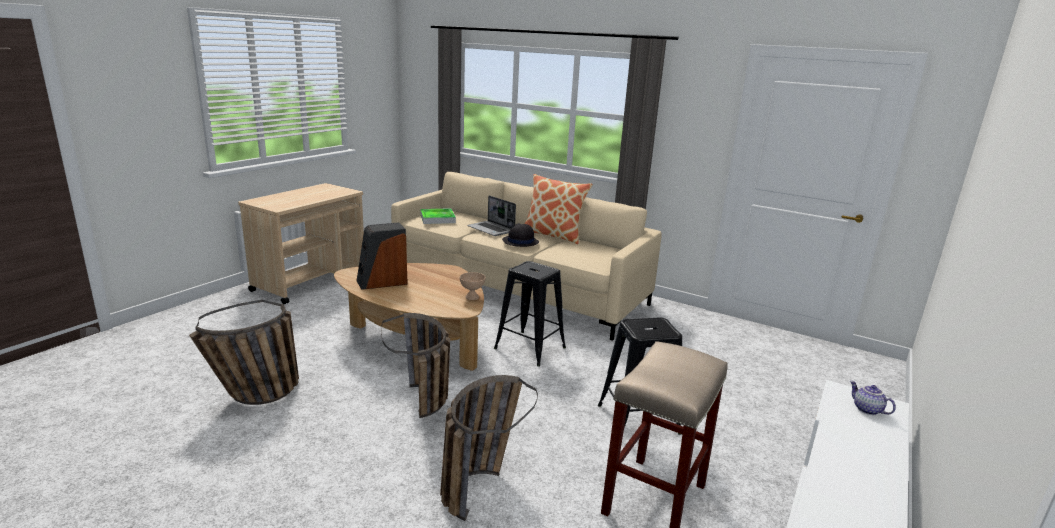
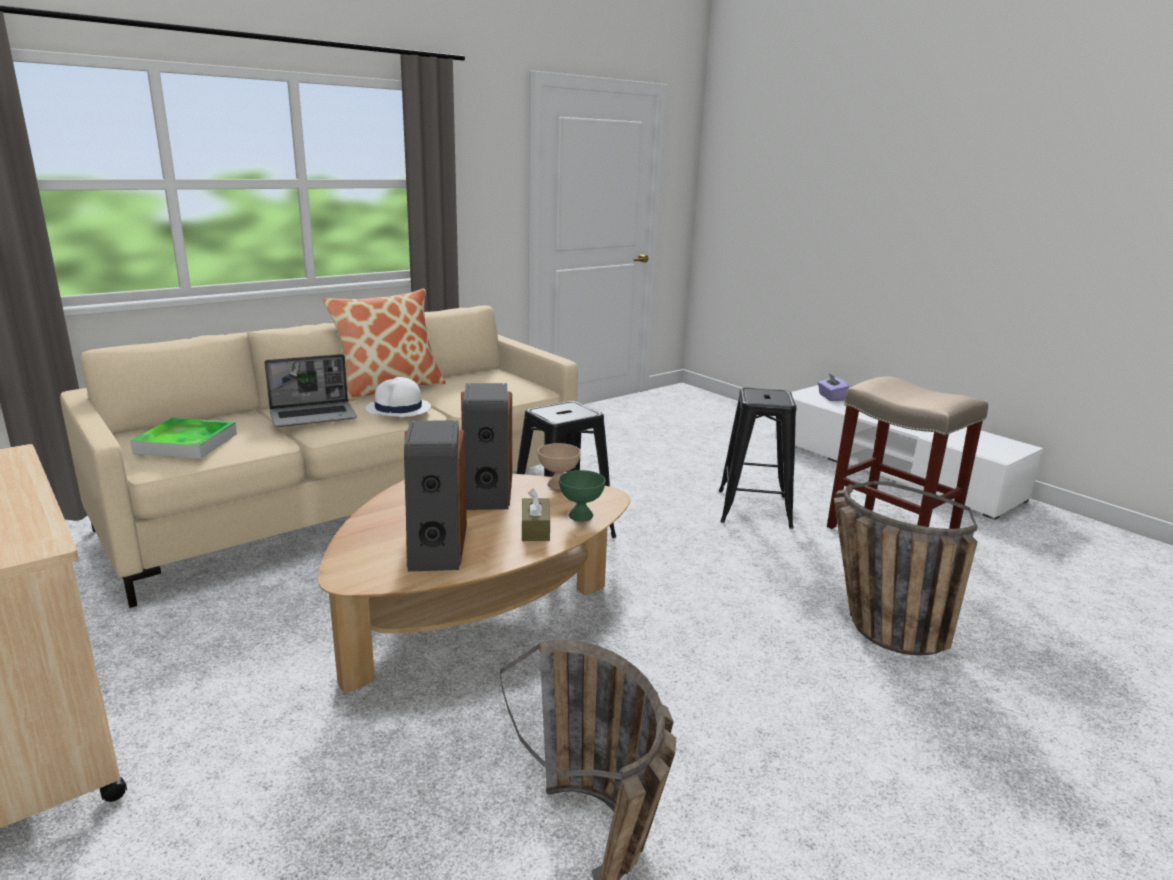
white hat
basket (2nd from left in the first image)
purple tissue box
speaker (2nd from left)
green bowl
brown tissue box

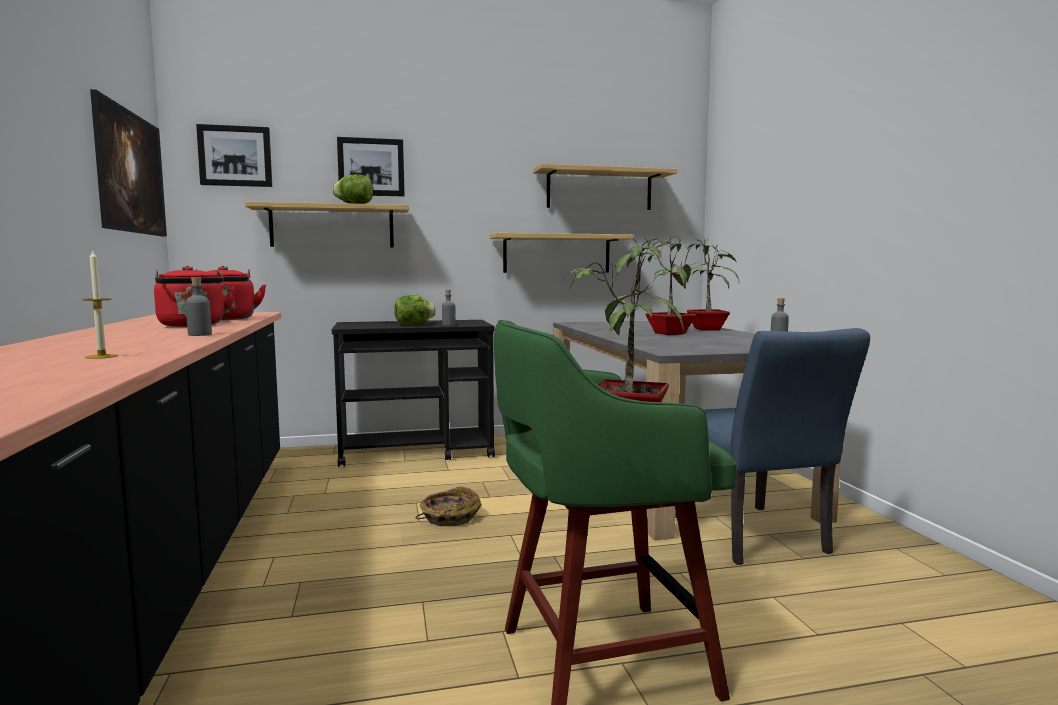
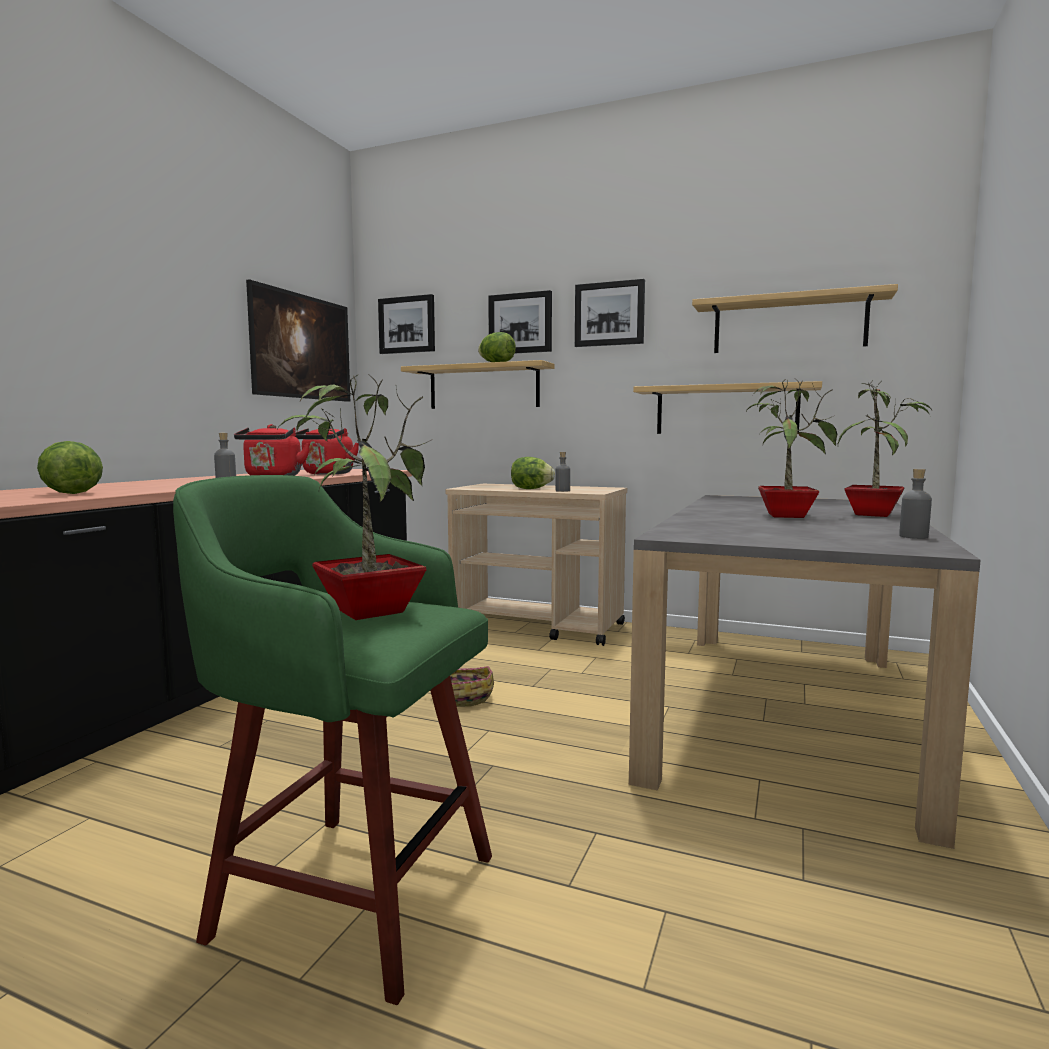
lettuce (1st from left)
beige cart
blue chair
picture (4th from left)

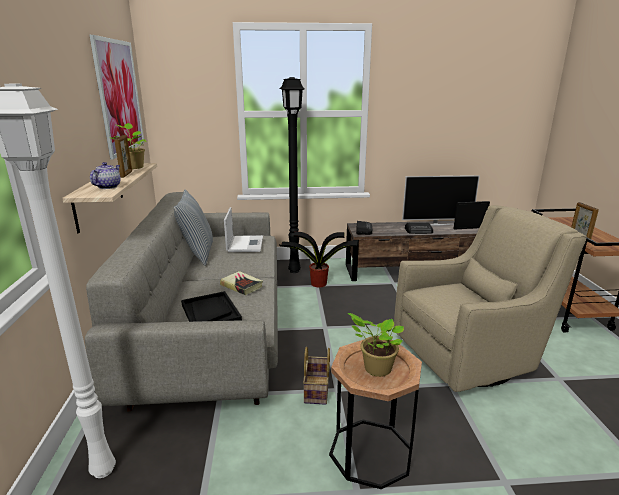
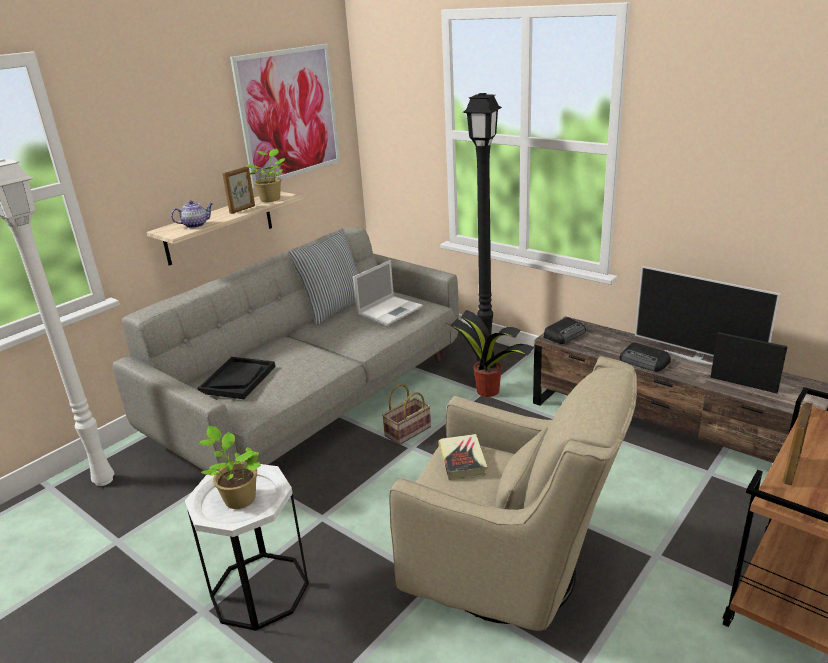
book
white side table
basket

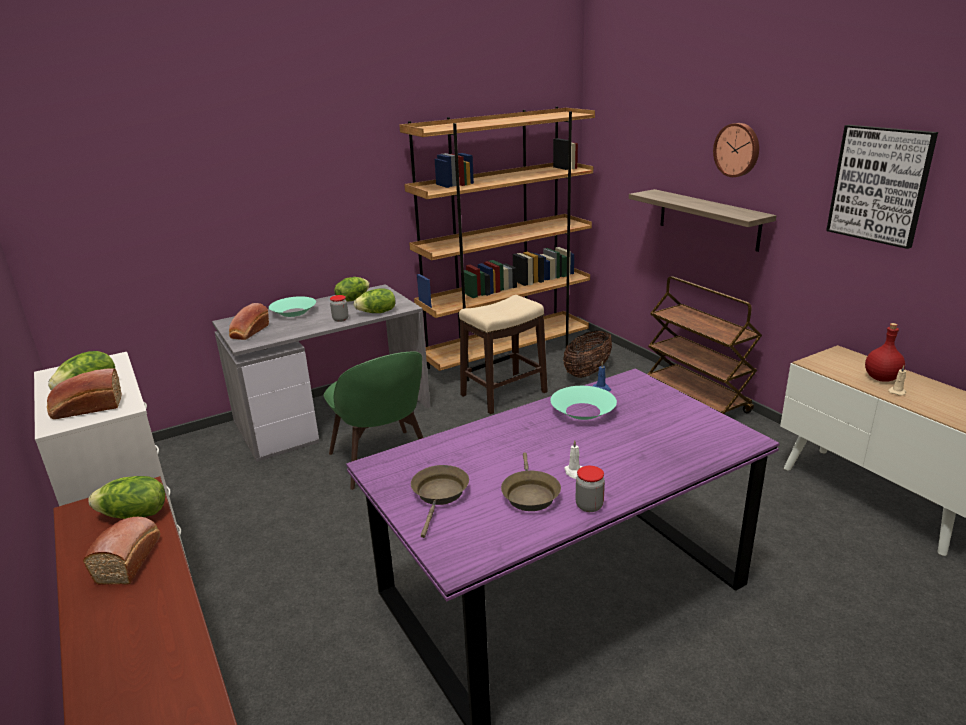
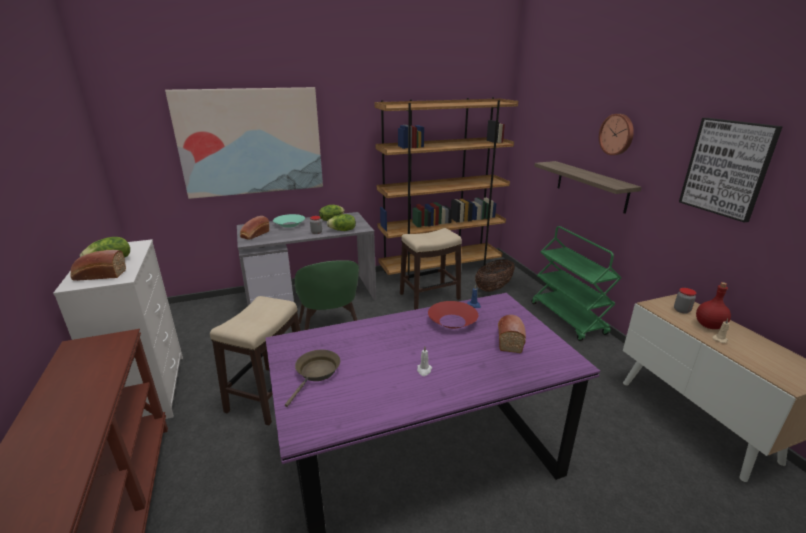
green cart
red bowl
brown frying pan (2nd from left in the first image)
jar (2nd from left)
lettuce (2nd from left in the first image)
bread (3rd from left)
picture (1st from left)
stool (1st from left)

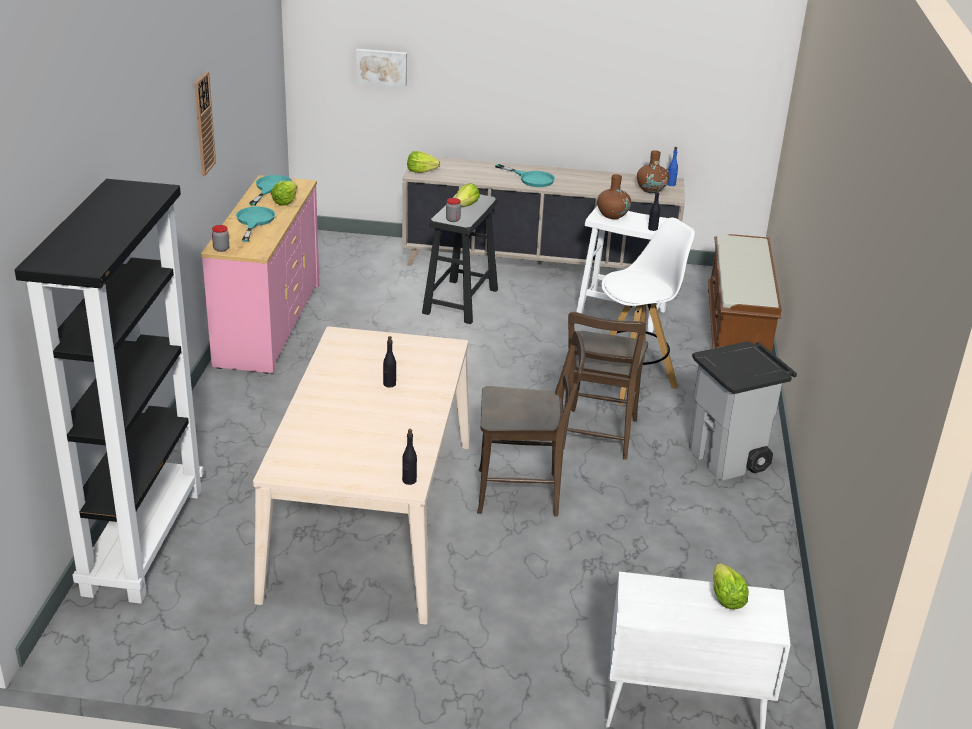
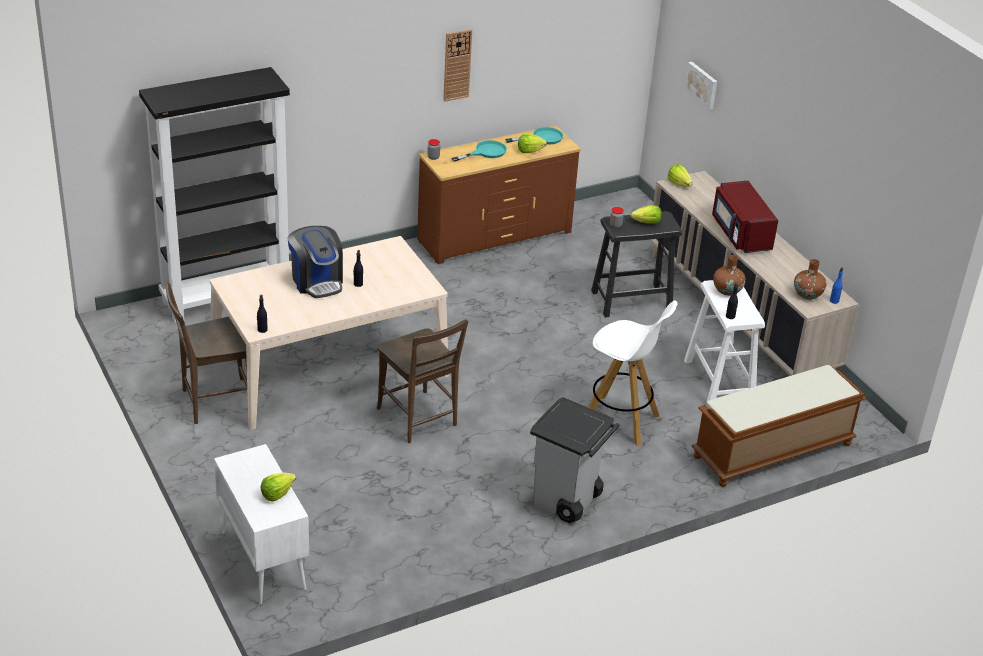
red microwave
brown dresser
brown chair (1st from left)
coffee machine

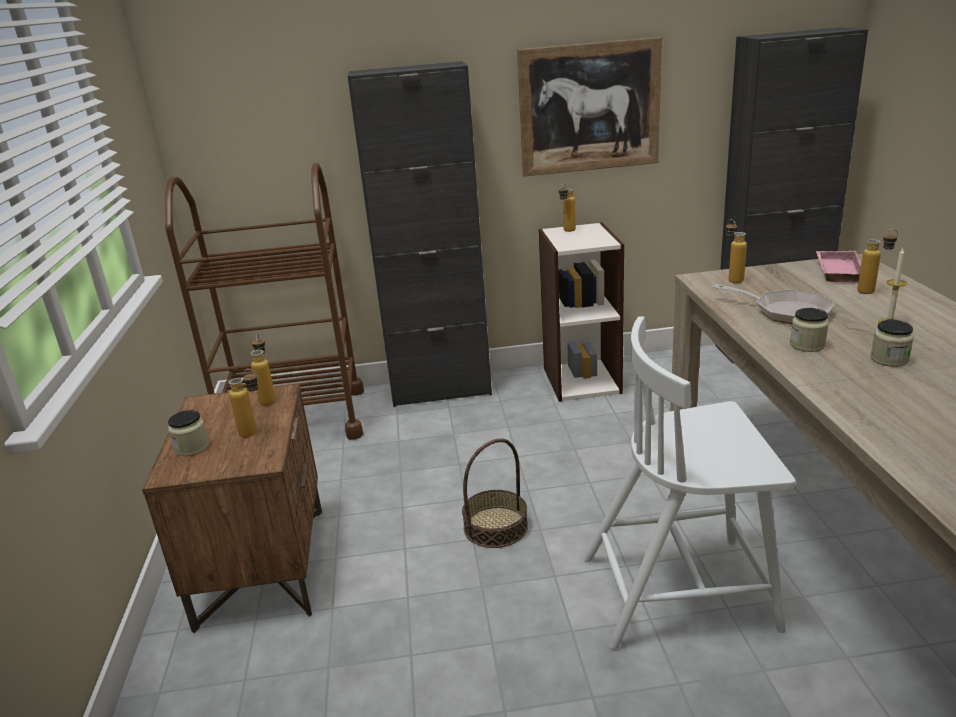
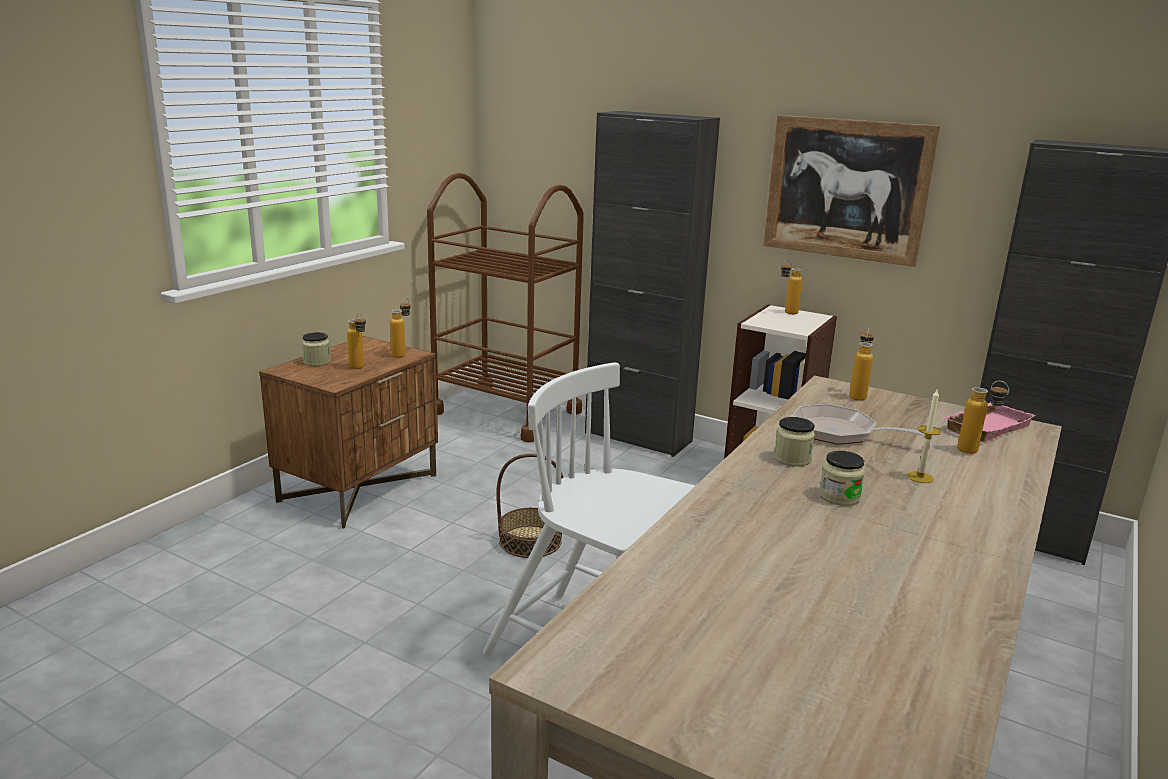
frying pan

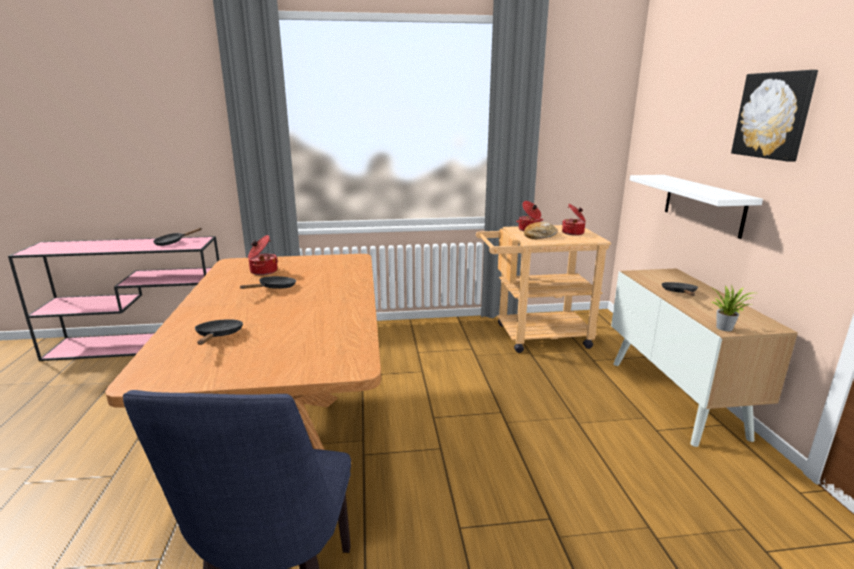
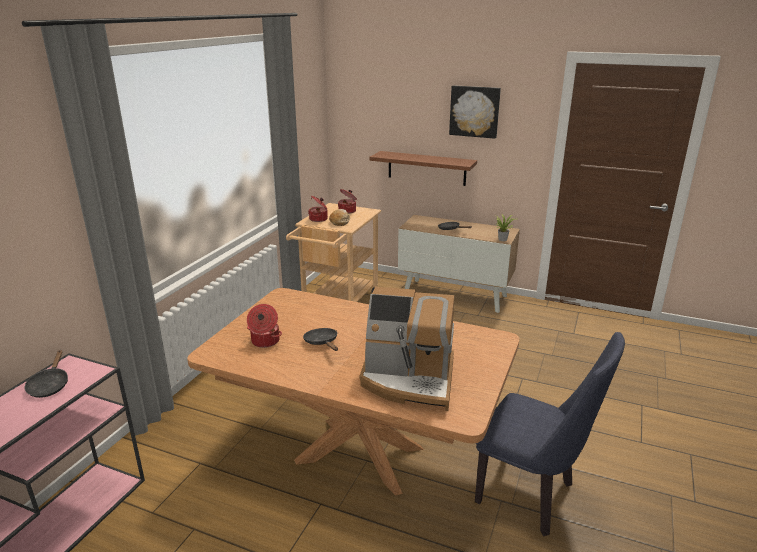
brown shelf
coffee machine

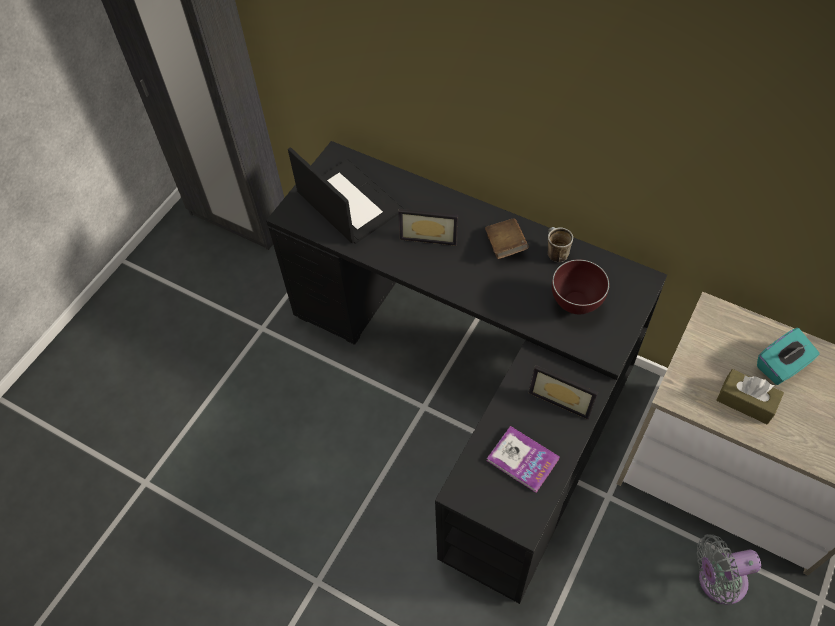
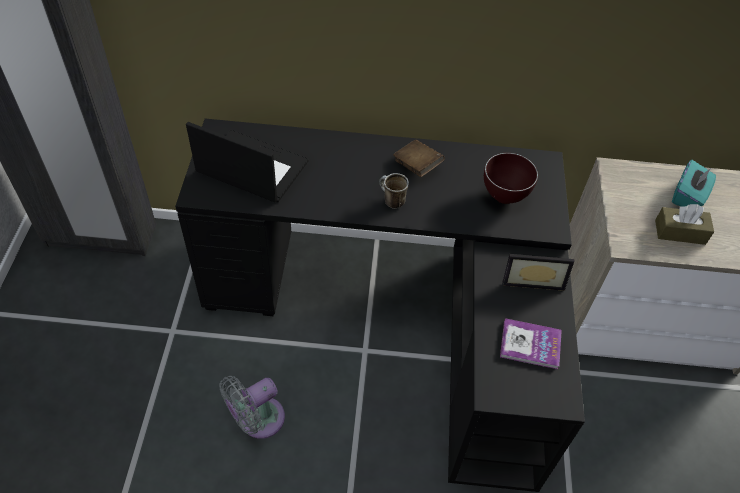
picture frame (1st from left in the first image)
mug
grey fan

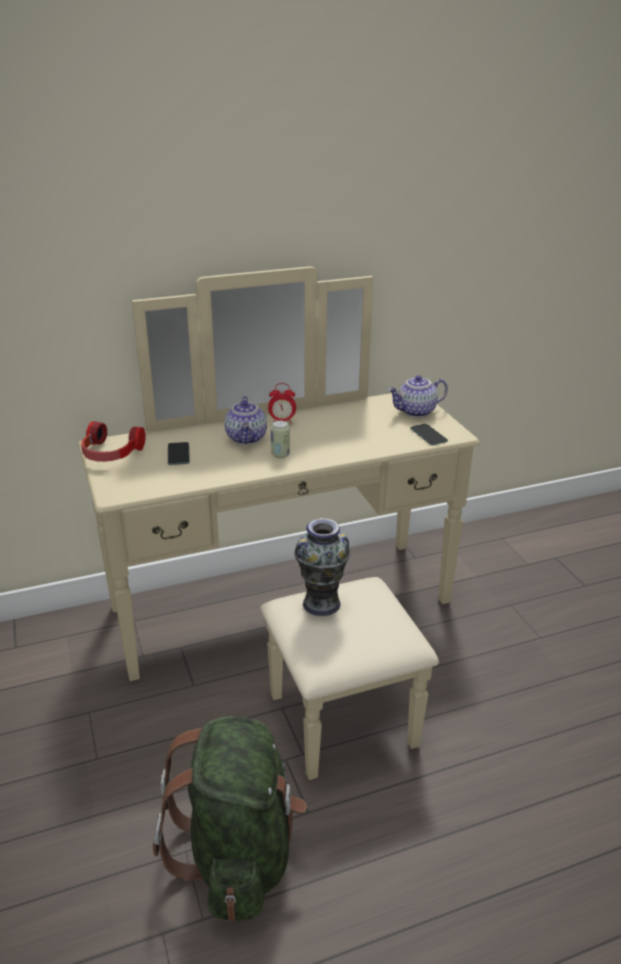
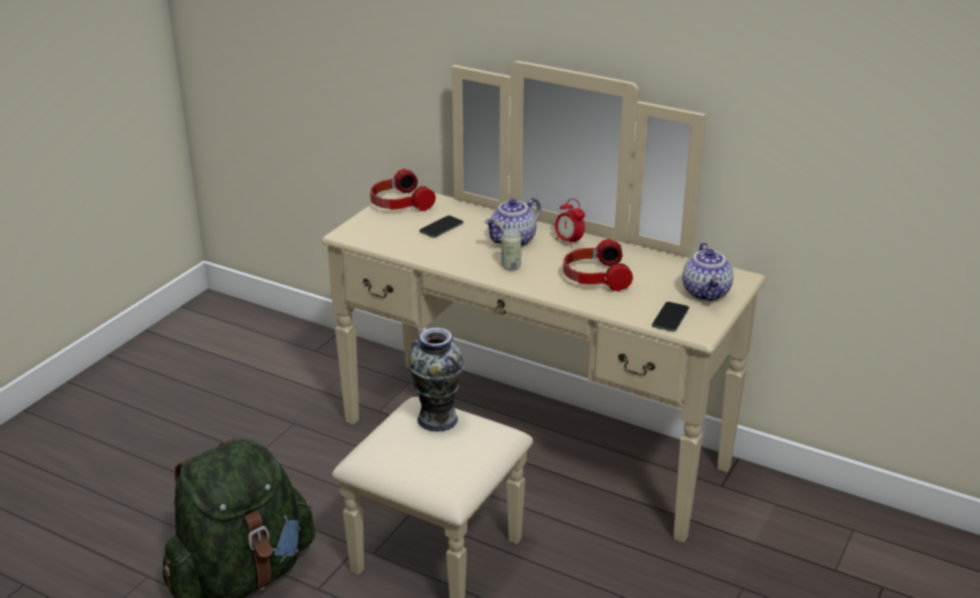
teapot (2nd from left)
headphones (2nd from left)

